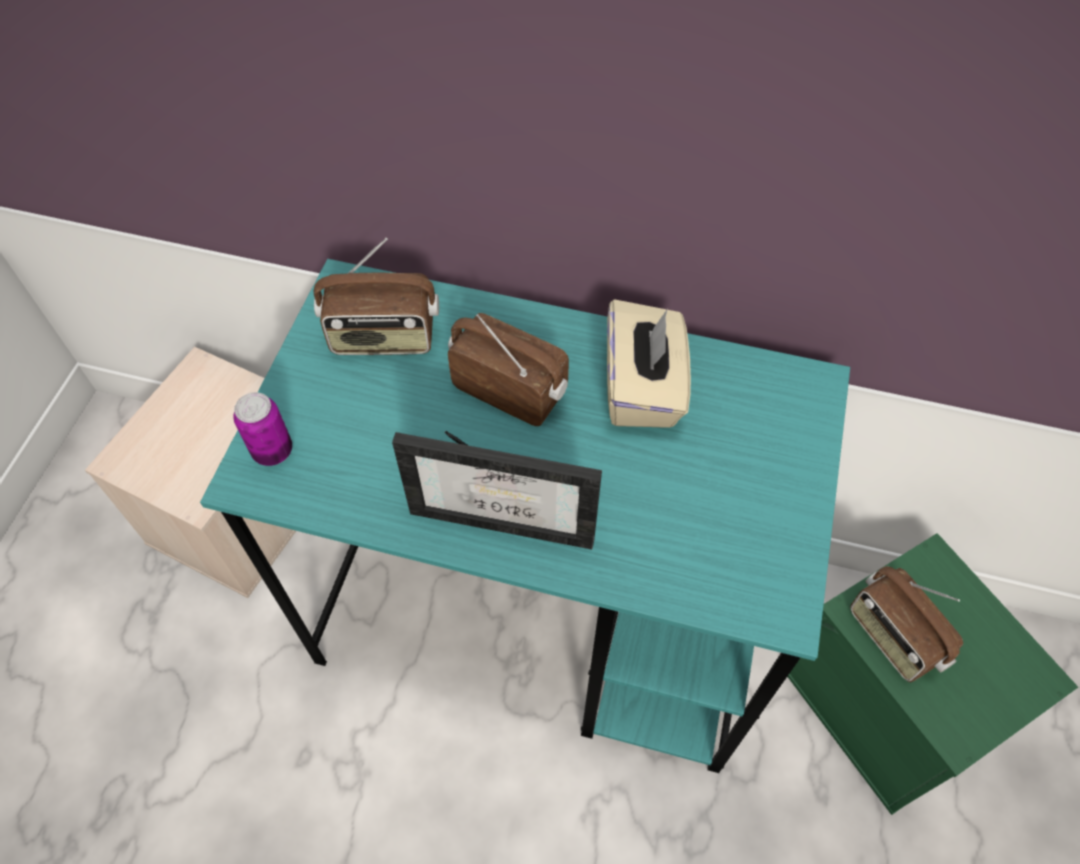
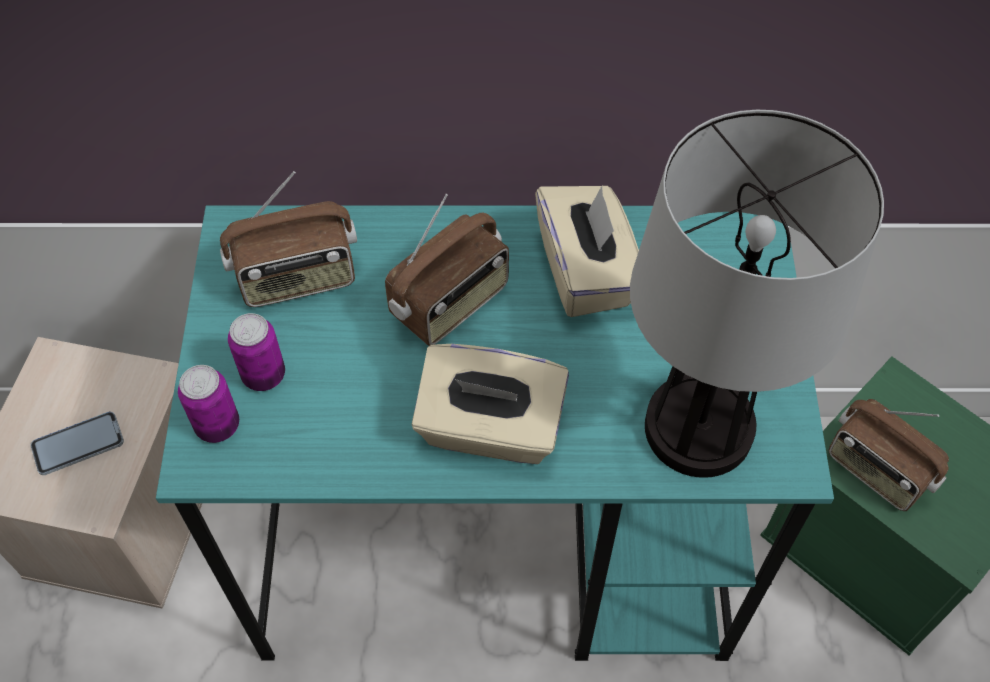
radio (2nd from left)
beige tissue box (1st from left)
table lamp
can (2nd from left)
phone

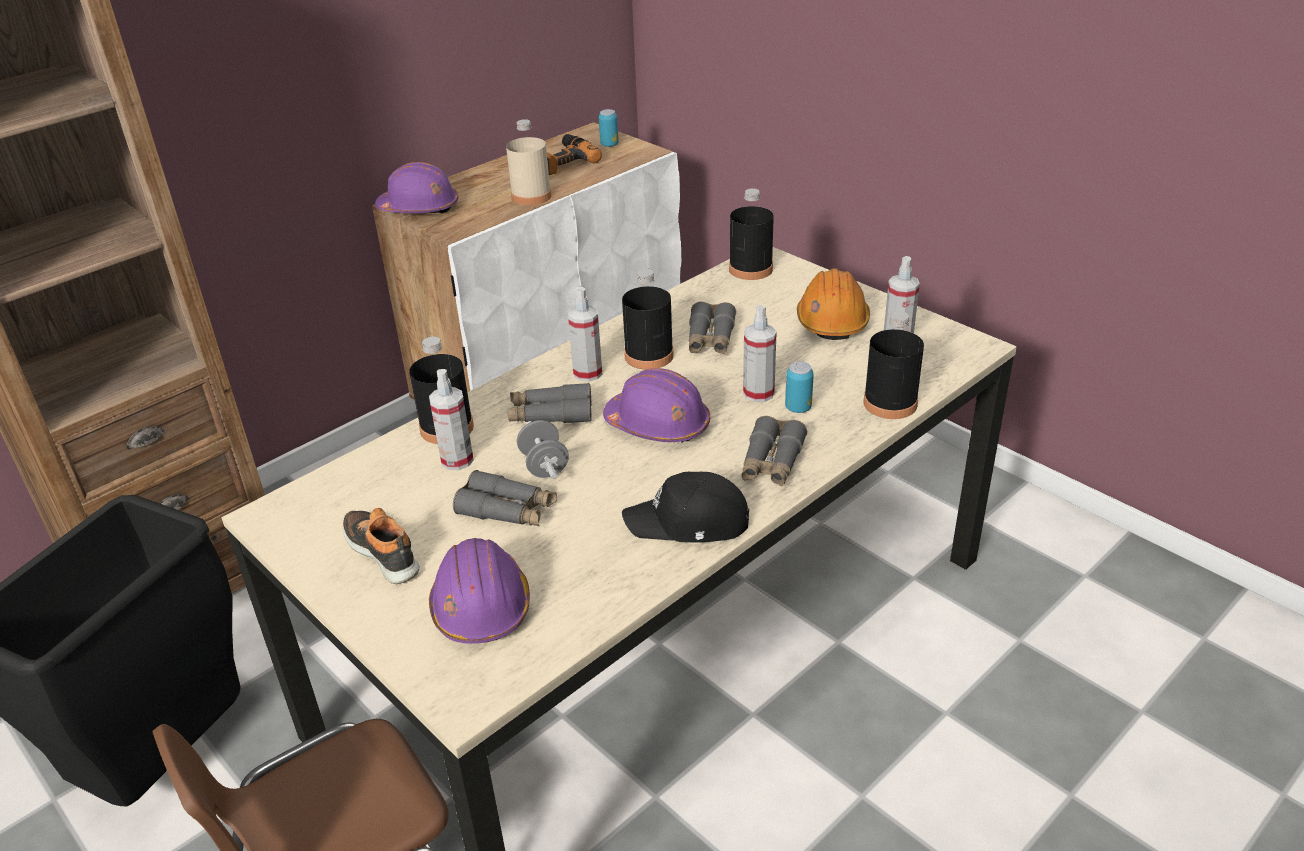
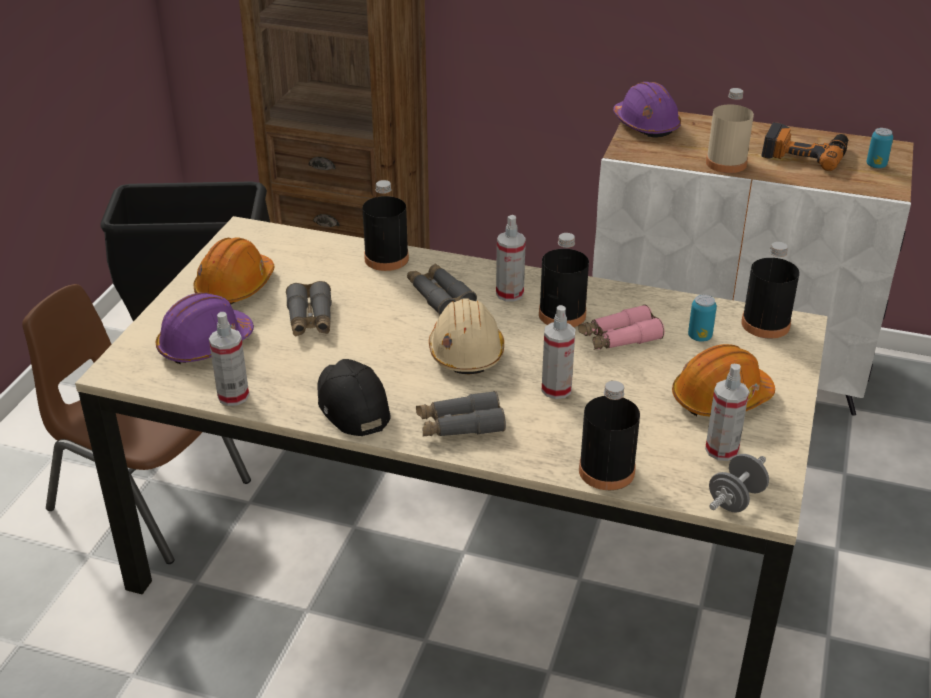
pink binoculars
can (1st from left)
beige hard hat
spray bottle (1st from left)
grey dumbbell
orange hard hat (1st from left)

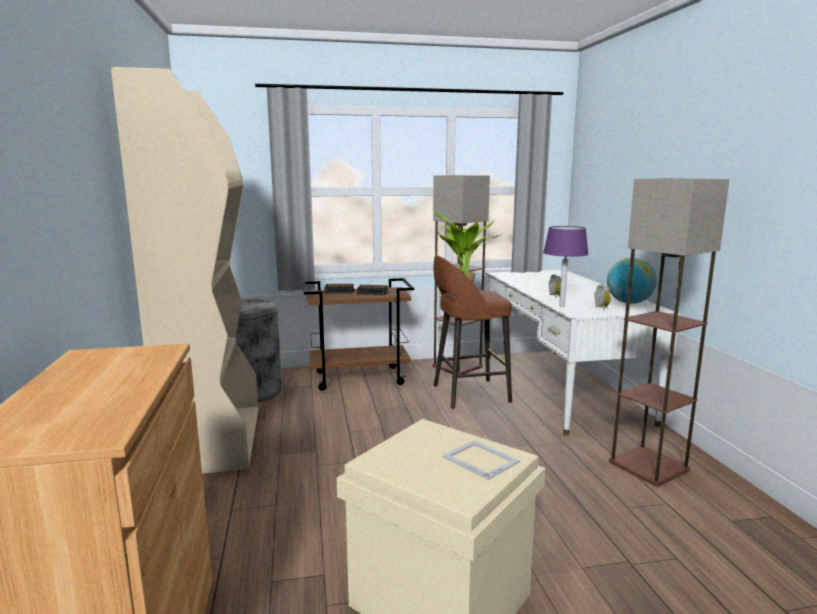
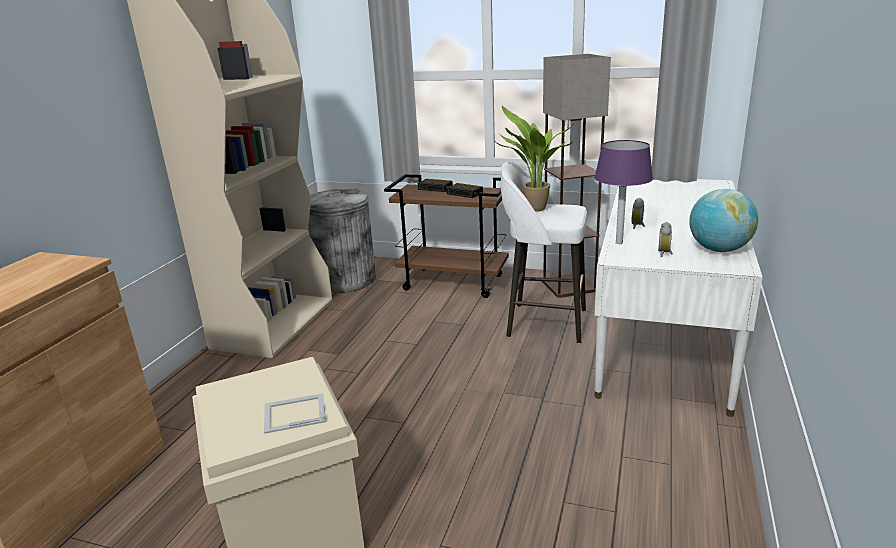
floor lamp (2nd from left in the first image)
white stool
picture frame

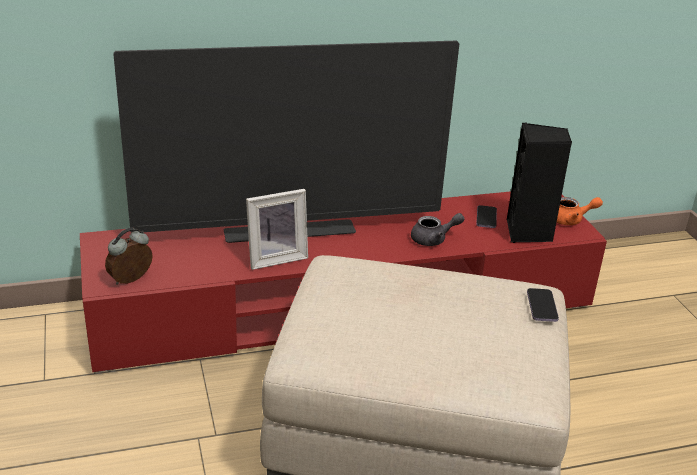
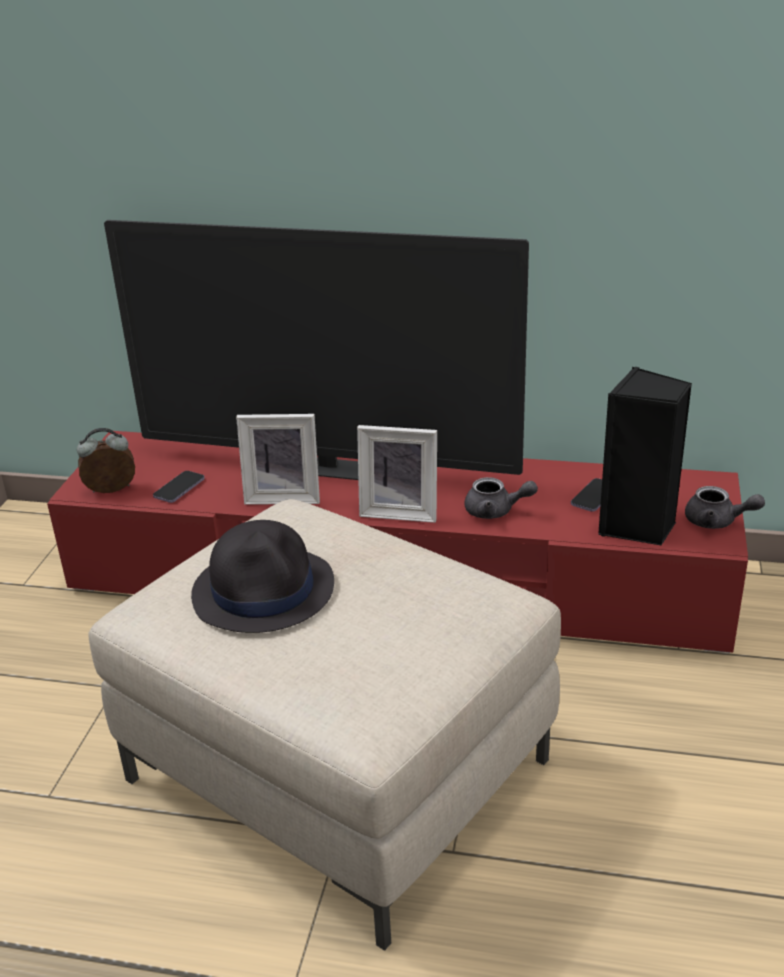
grey teapot (2nd from left)
phone (1st from left)
picture frame (2nd from left)
black hat

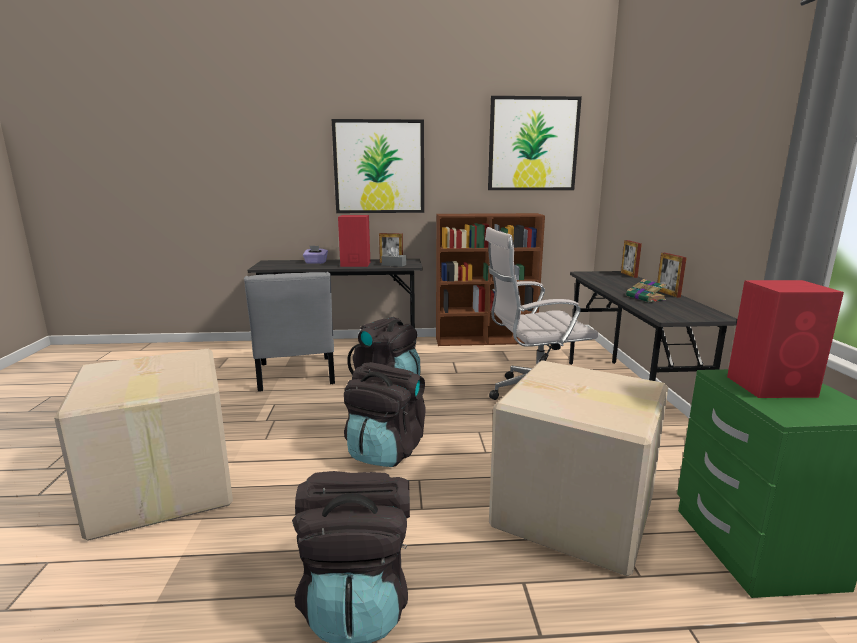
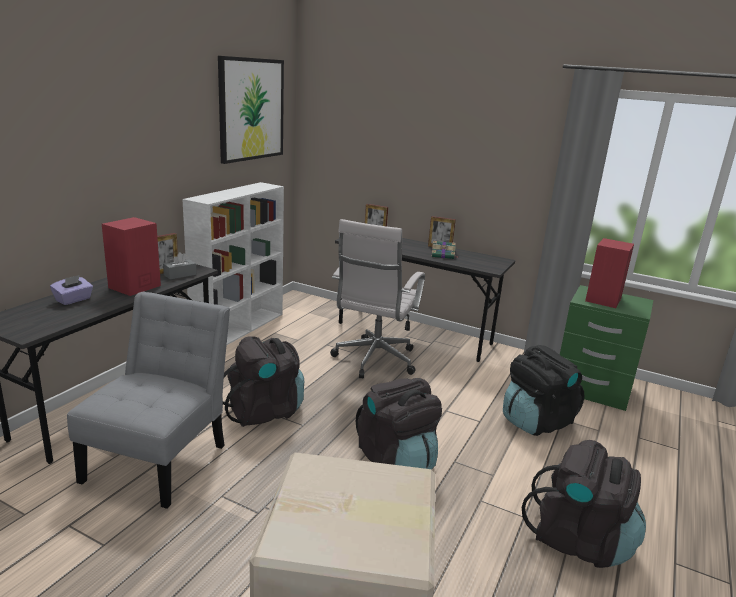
picture (1st from left in the first image)
white bookcase
grey chair
black backpack (3rd from left)

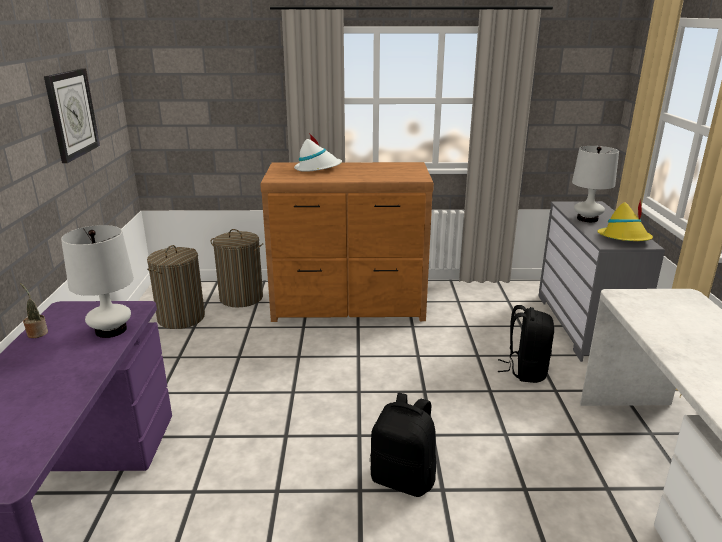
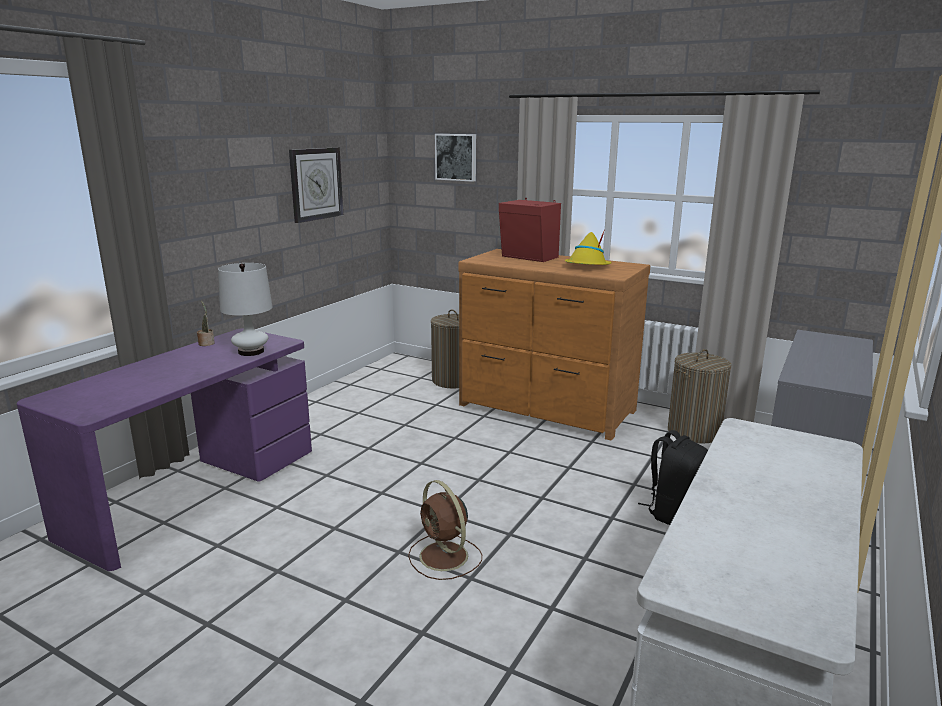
red speaker
white table lamp (2nd from left in the first image)
yellow hat
laundry basket (2nd from left)
brown fan
picture

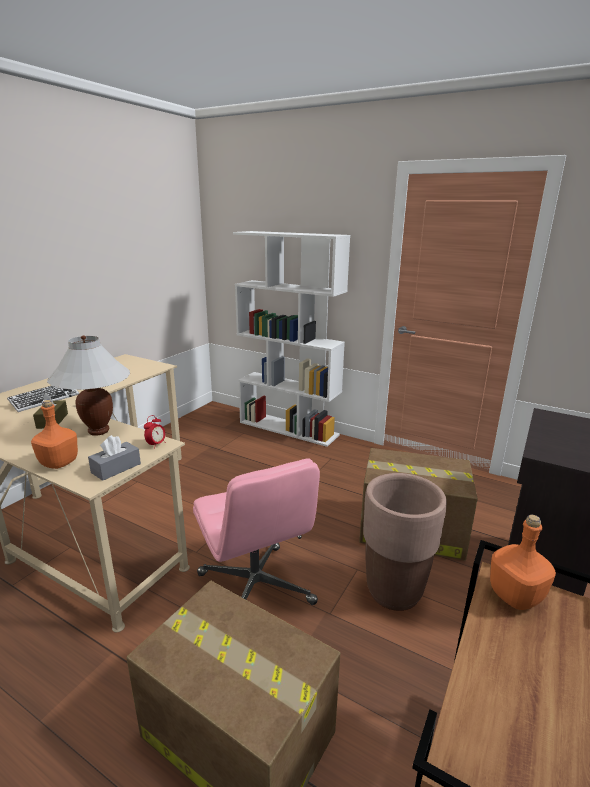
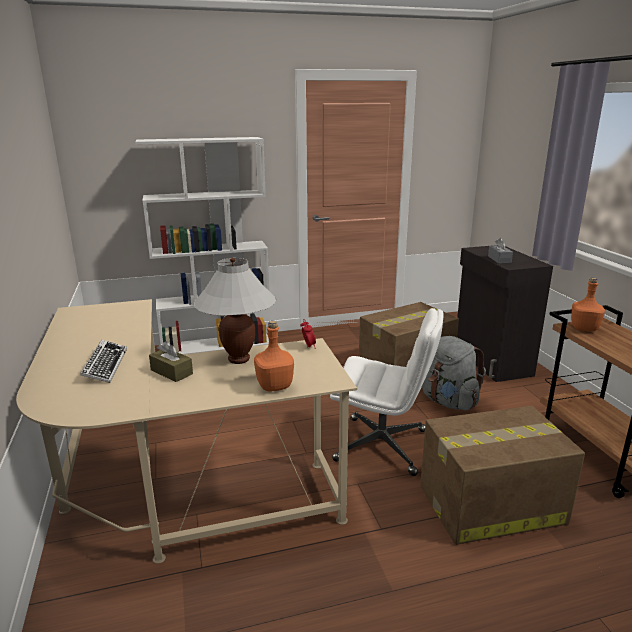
grey tissue box
white office chair
grey backpack

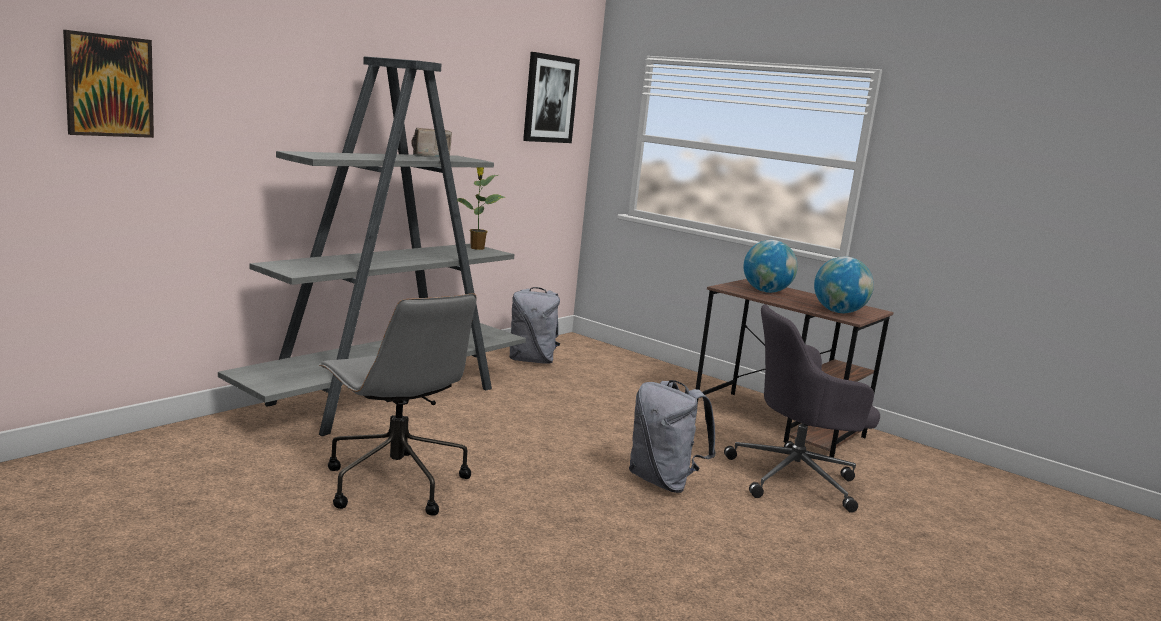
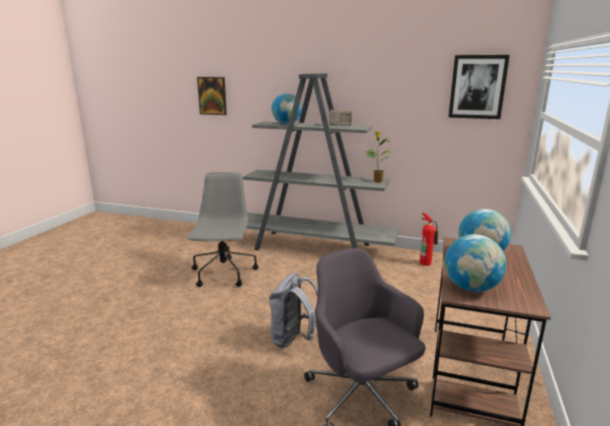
fire extinguisher
grey office chair (1st from left)
globe (1st from left)

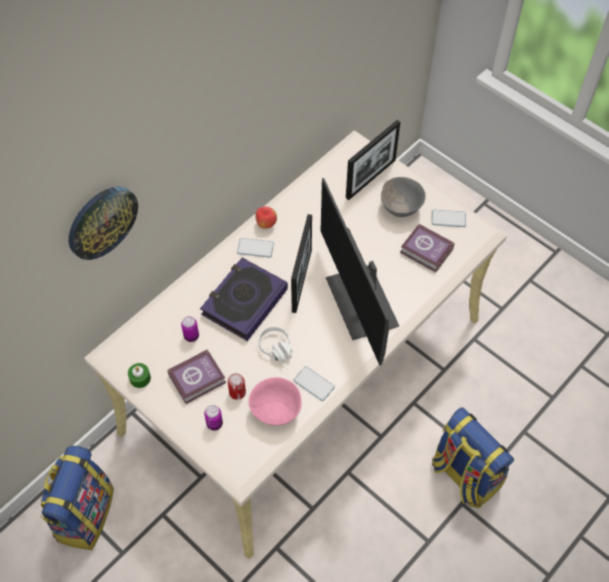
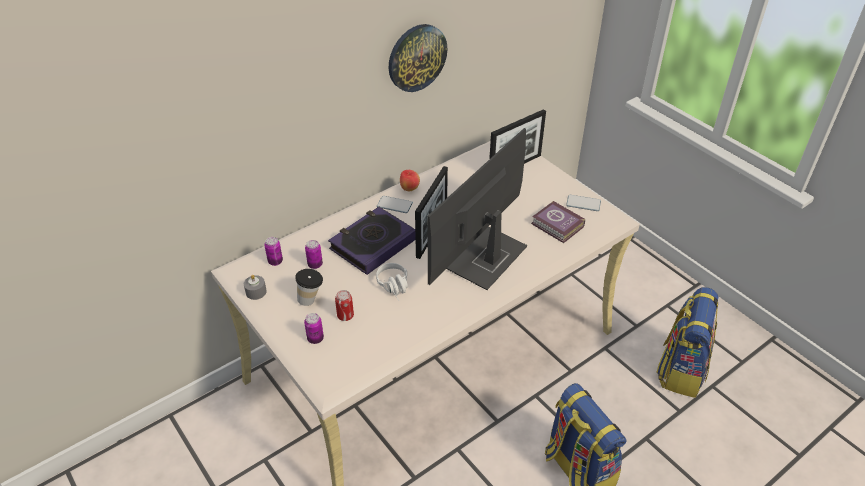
grey bowl
monitor
wall clock
cup
grey candle
phone (2nd from left in the first image)
pink bowl
backpack (2nd from left)
can (1st from left)

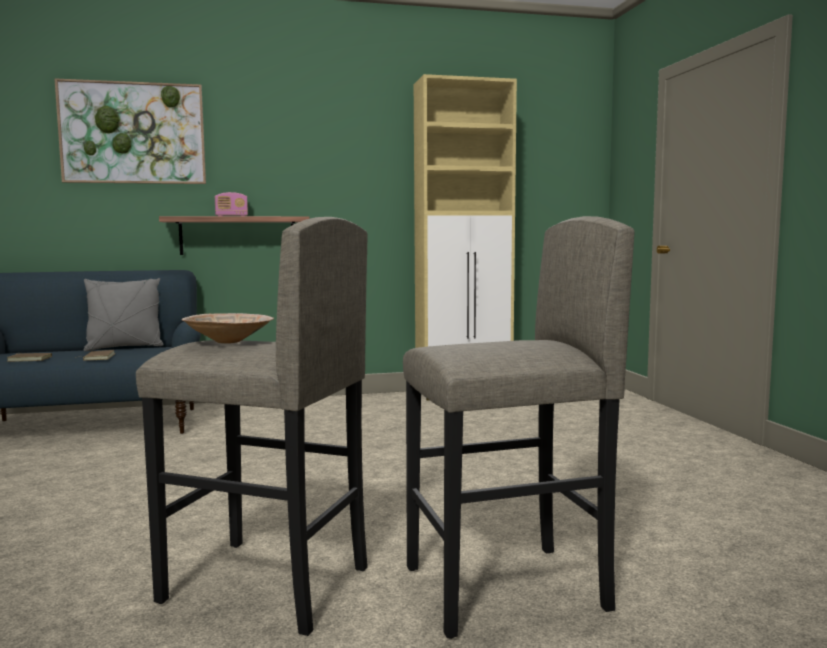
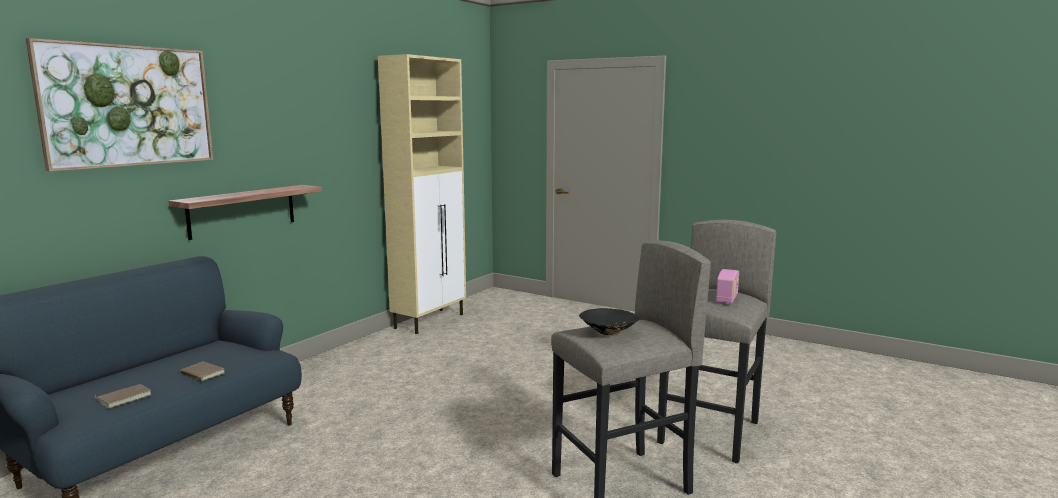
radio
grey pillow
black bowl

